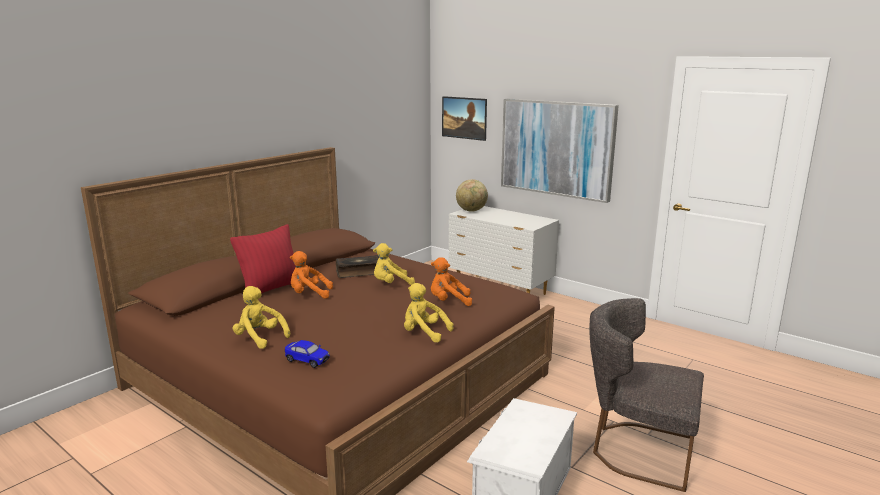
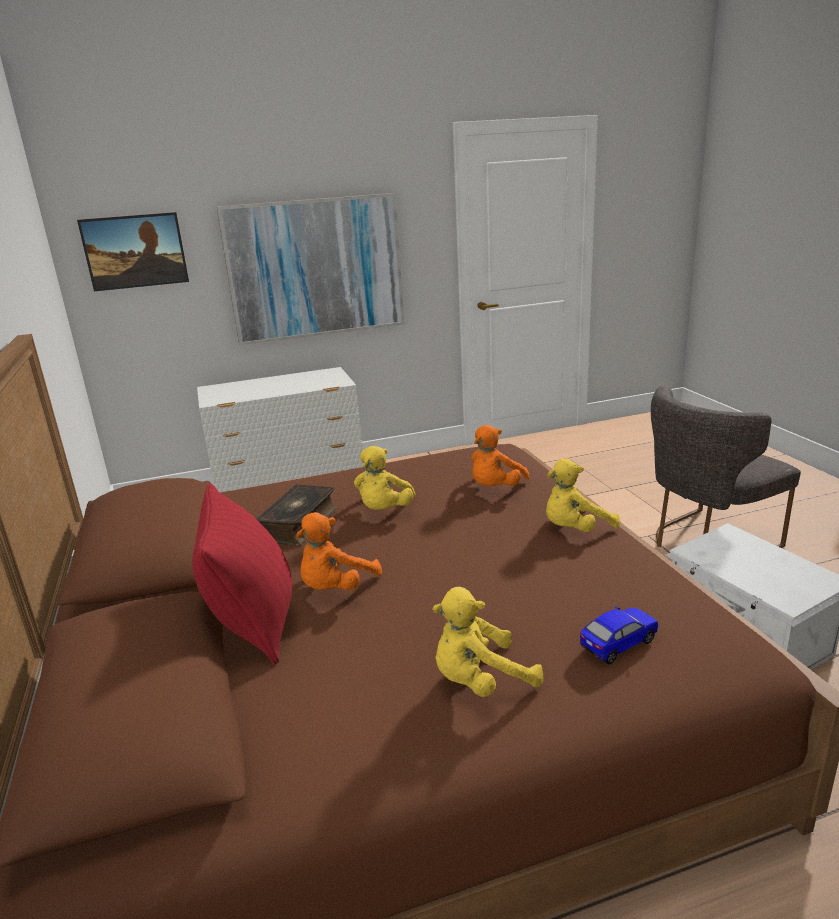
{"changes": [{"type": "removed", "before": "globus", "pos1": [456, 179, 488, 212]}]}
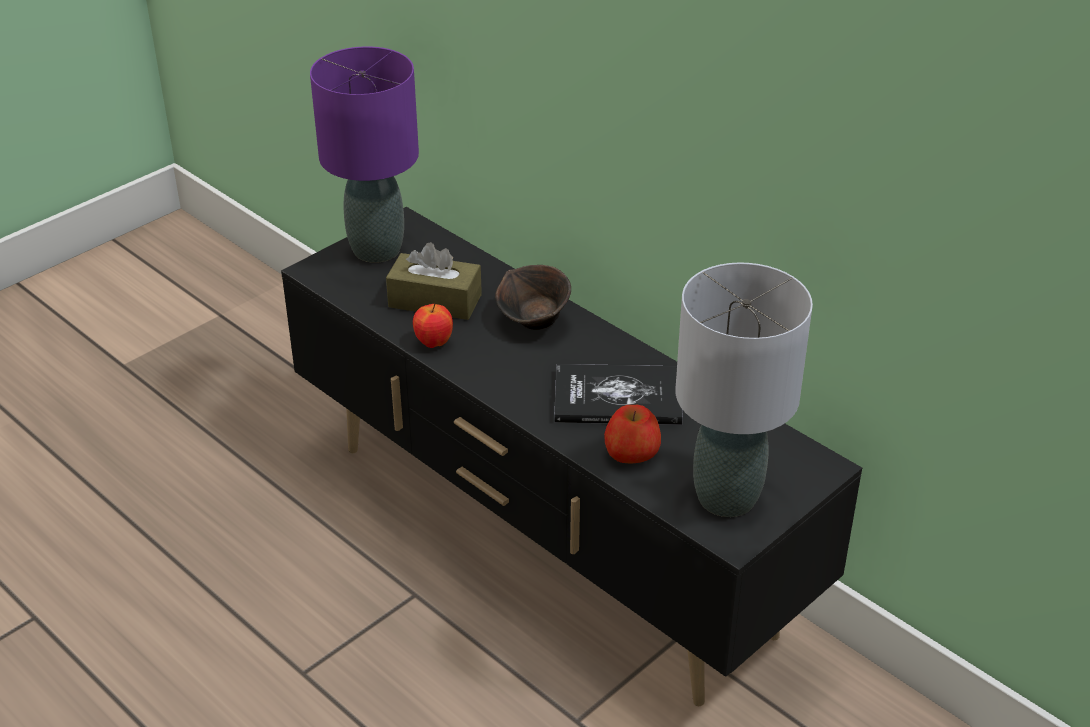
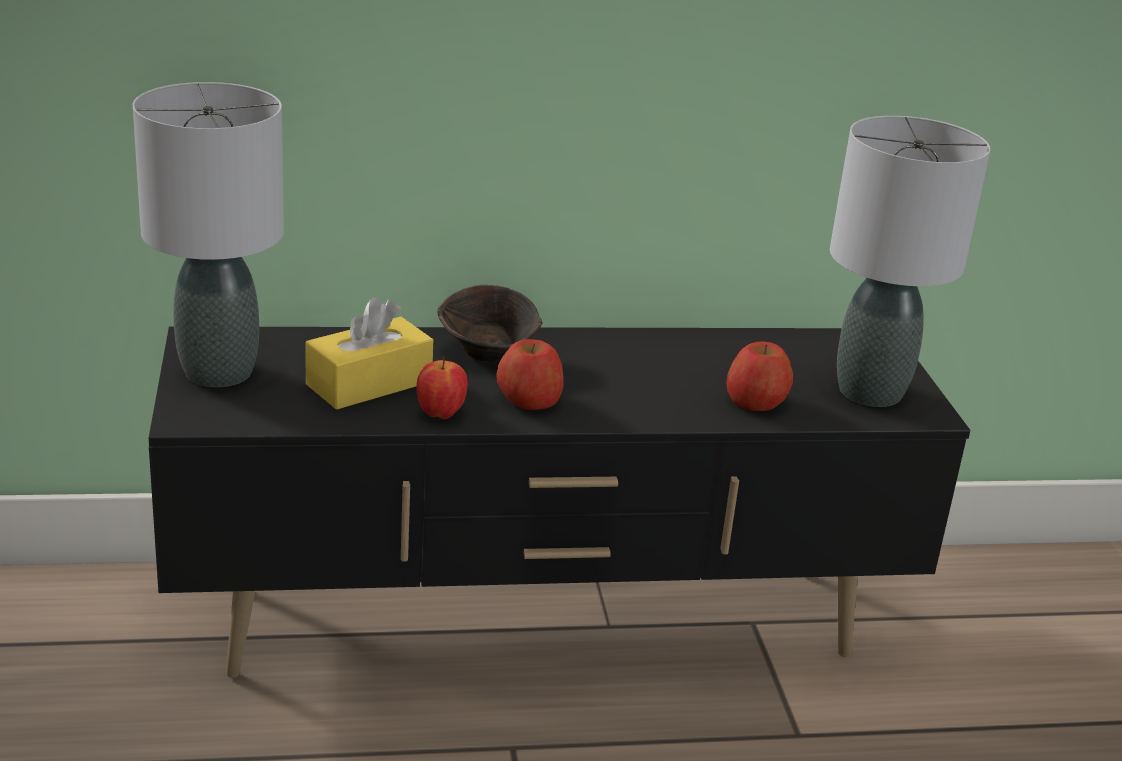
{"changes": [{"type": "removed", "before": "książka", "pos1": [554, 364, 683, 425]}, {"type": "added", "after": "jabłko", "pos2": [496, 339, 564, 410]}, {"type": "recoloured", "before": "lampa stołowa/fioletowy", "after": "lampa stołowa/szary", "pos1": [310, 46, 419, 263], "pos2": [133, 82, 284, 387]}, {"type": "recoloured", "before": "pudełko chusteczek/brązowy", "after": "pudełko chusteczek/żółty", "pos1": [386, 242, 482, 320], "pos2": [305, 298, 434, 410]}]}
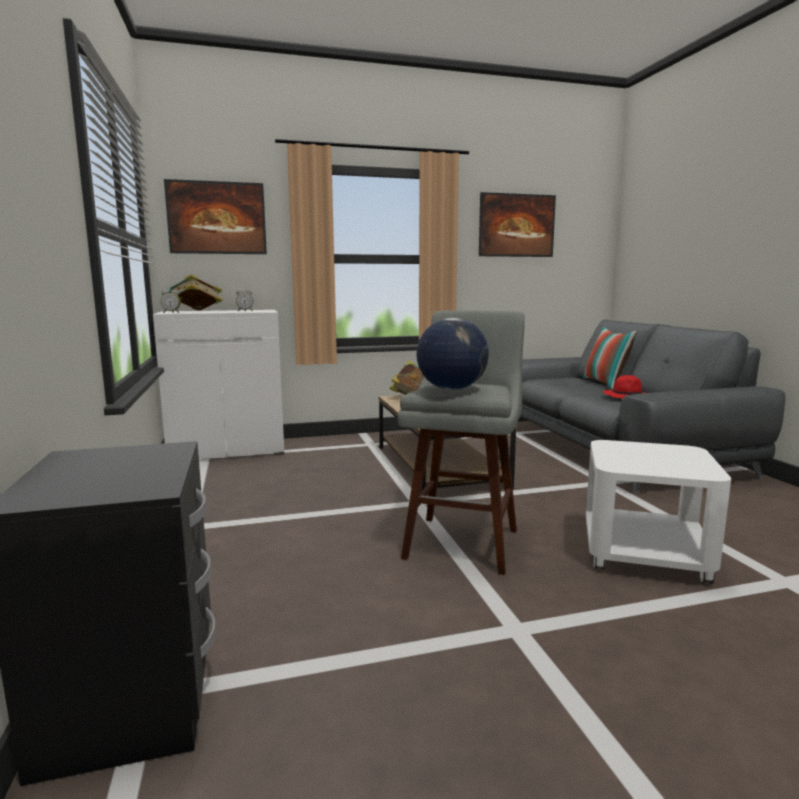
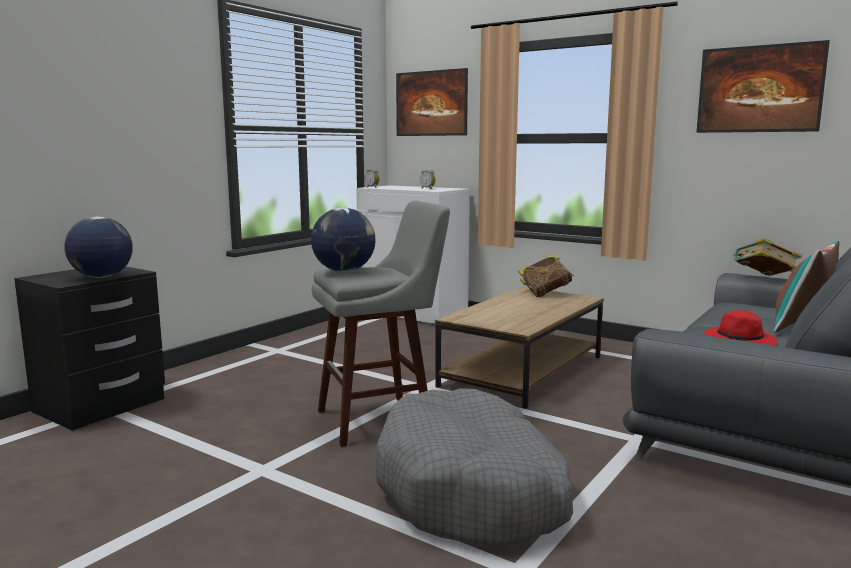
{"changes": [{"type": "added", "after": "globus", "pos2": [64, 216, 133, 278]}, {"type": "moved", "before": "książka", "pos1": [169, 274, 223, 311], "pos2": [734, 238, 802, 276]}, {"type": "replaced", "before": "stolik/biały", "after": "legowisko/szary", "pos1": [586, 440, 731, 584], "pos2": [375, 388, 573, 547]}]}
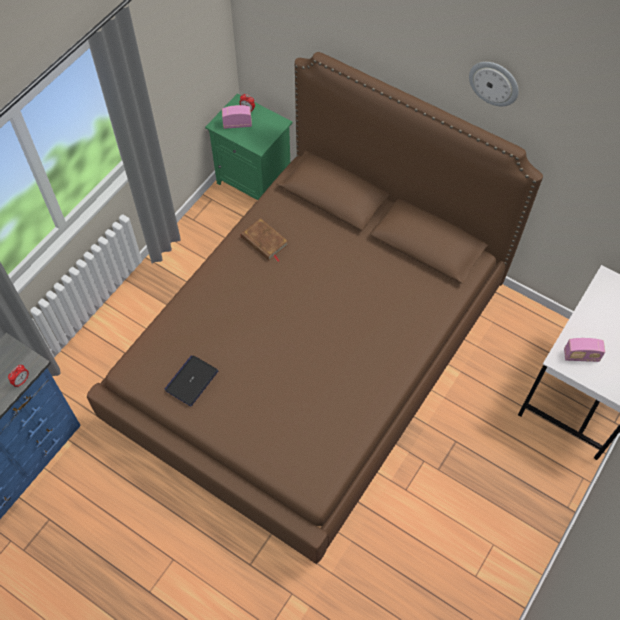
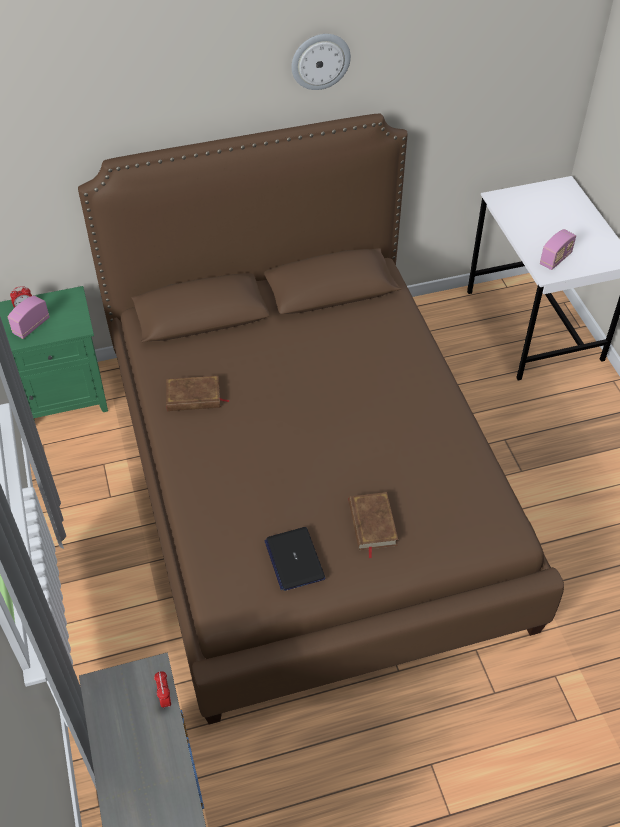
{"changes": [{"type": "added", "after": "książka/brązowy", "pos2": [349, 492, 398, 559]}]}
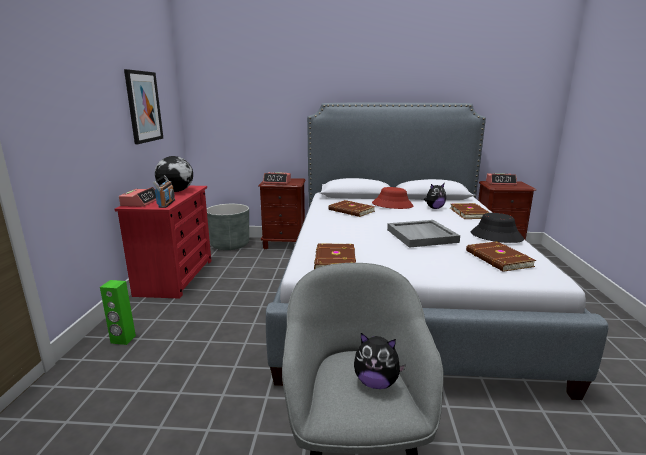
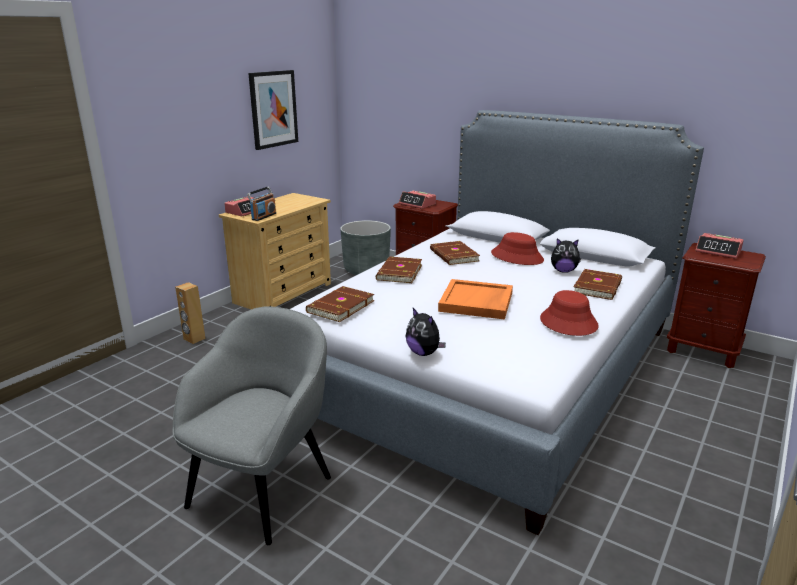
{"changes": [{"type": "removed", "before": "globus", "pos1": [155, 156, 193, 192]}, {"type": "moved", "before": "pluszak", "pos1": [354, 333, 406, 389], "pos2": [406, 308, 446, 356]}, {"type": "moved", "before": "książka/brązowy", "pos1": [466, 241, 536, 272], "pos2": [376, 257, 422, 283]}, {"type": "recoloured", "before": "głośnik/zielony", "after": "głośnik/brązowy", "pos1": [100, 280, 136, 345], "pos2": [175, 282, 206, 344]}, {"type": "recoloured", "before": "komoda/czerwony", "after": "komoda/beżowy", "pos1": [115, 186, 211, 299], "pos2": [219, 193, 331, 309]}, {"type": "recoloured", "before": "taca/szary", "after": "taca/pomarańczowy", "pos1": [387, 220, 460, 248], "pos2": [438, 279, 513, 320]}, {"type": "recoloured", "before": "kapelusz/czarny", "after": "kapelusz/czerwony", "pos1": [471, 213, 524, 243], "pos2": [540, 290, 599, 336]}]}
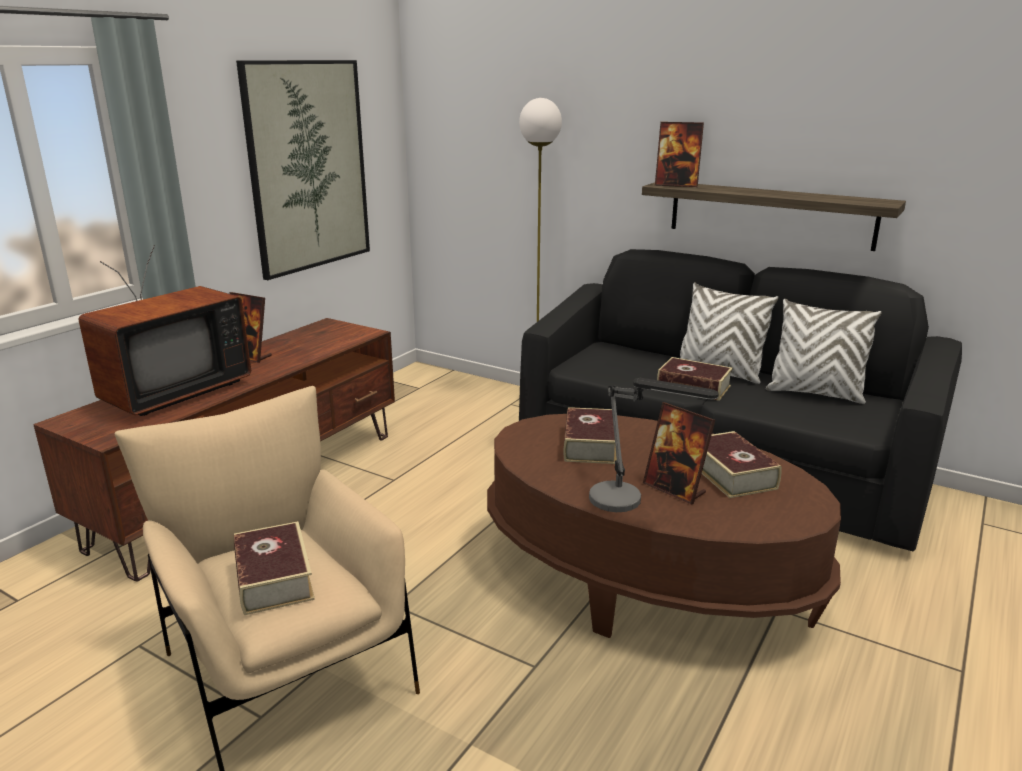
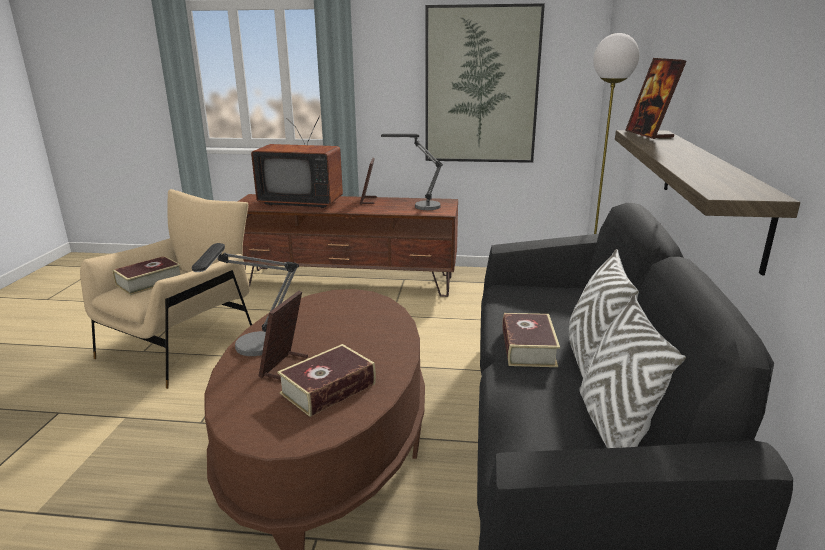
{"changes": [{"type": "removed", "before": "książka", "pos1": [563, 407, 617, 464]}, {"type": "added", "after": "lampa stołowa", "pos2": [381, 134, 443, 210]}]}
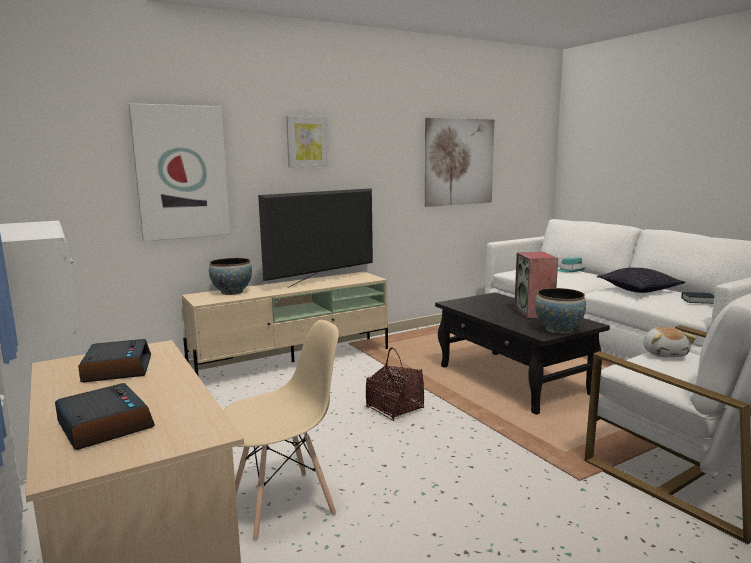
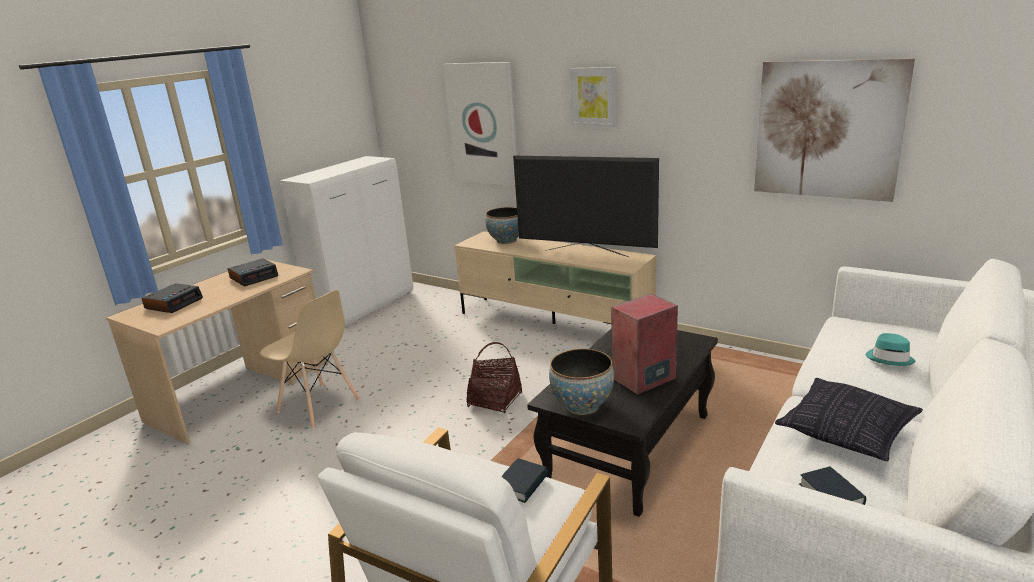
{"changes": [{"type": "replaced", "before": "pluszak", "after": "książka", "pos1": [643, 327, 697, 358], "pos2": [501, 458, 548, 503]}]}
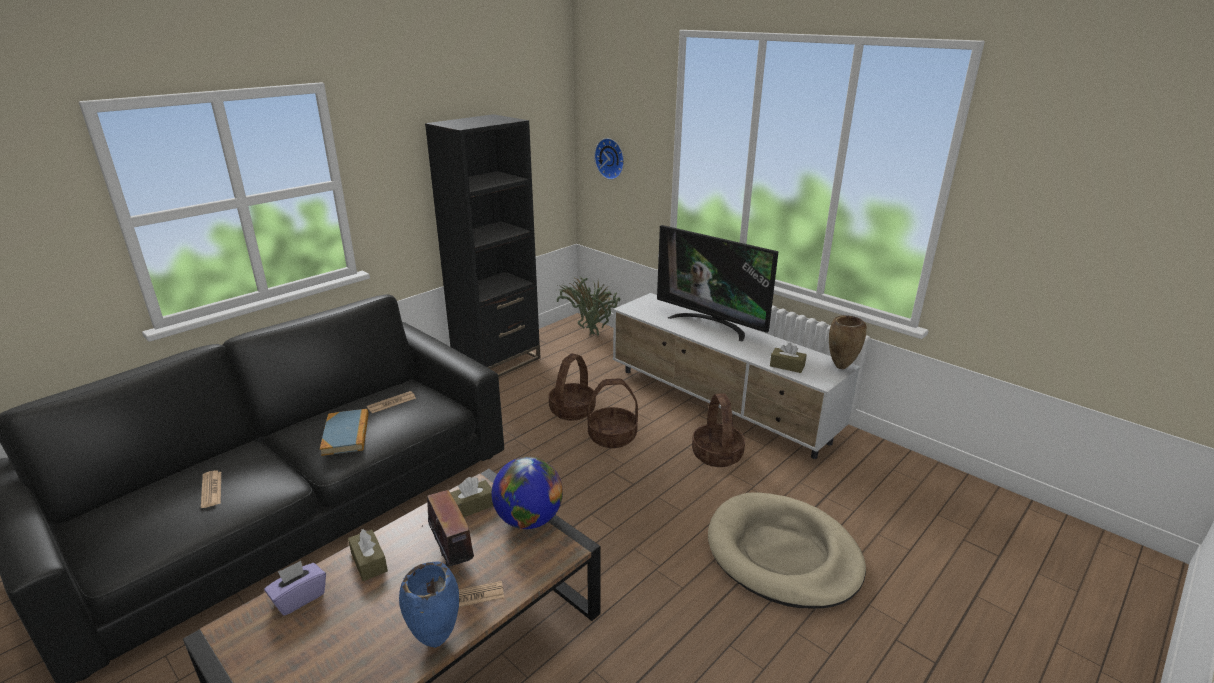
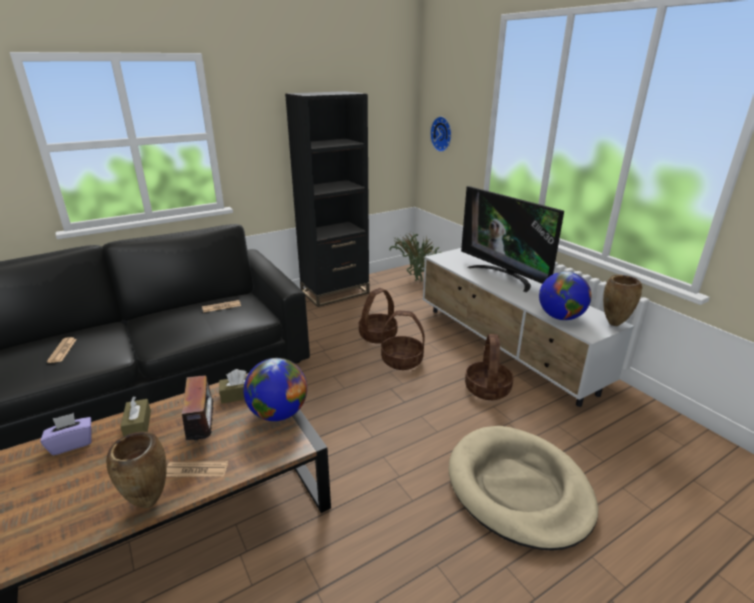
{"changes": [{"type": "removed", "before": "książka", "pos1": [320, 409, 369, 456]}, {"type": "replaced", "before": "pudełko chusteczek/brązowy", "after": "globus", "pos1": [770, 343, 807, 373], "pos2": [539, 271, 591, 320]}, {"type": "recoloured", "before": "wazon/niebieski", "after": "wazon/brązowy", "pos1": [399, 561, 459, 648], "pos2": [106, 432, 167, 508]}]}
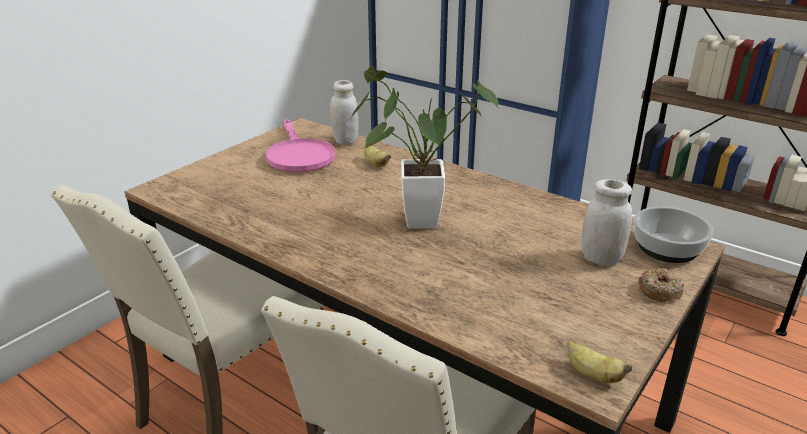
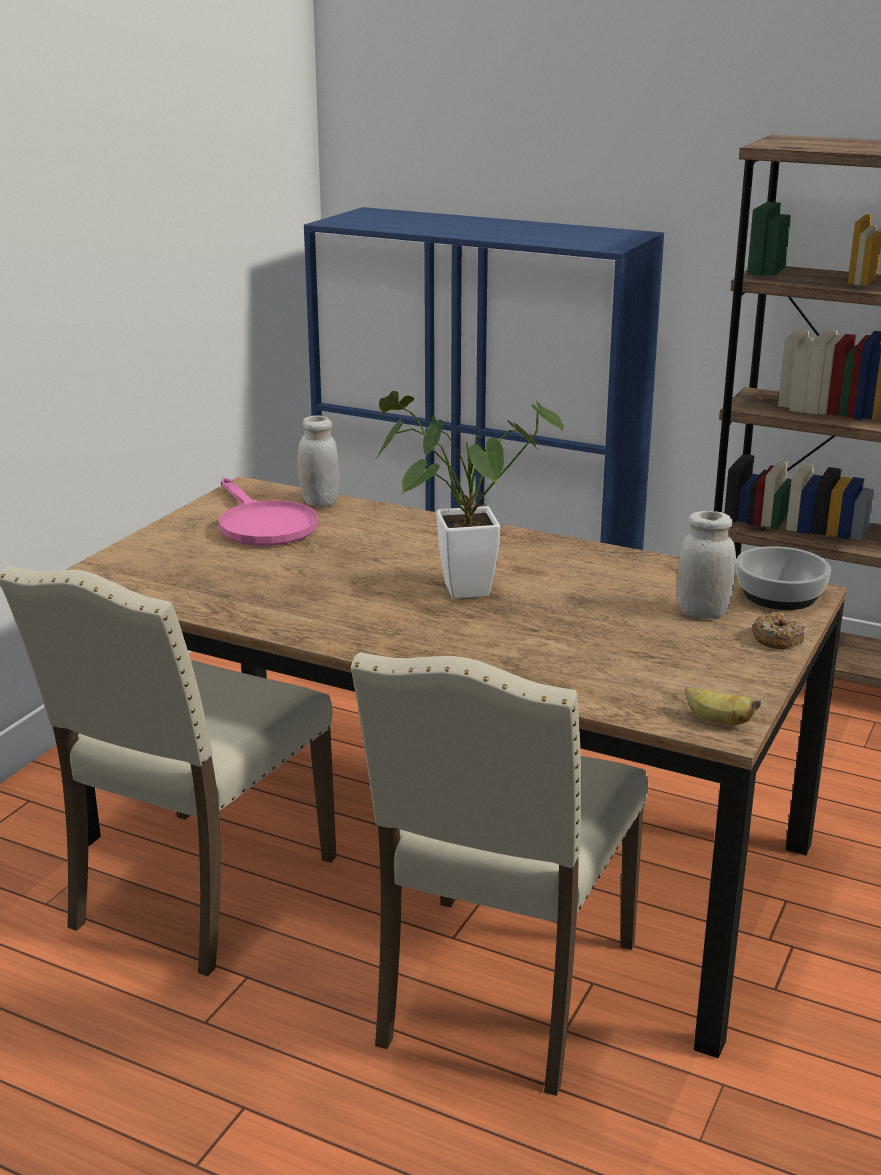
{"changes": [{"type": "removed", "before": "banan", "pos1": [364, 146, 391, 167]}]}
